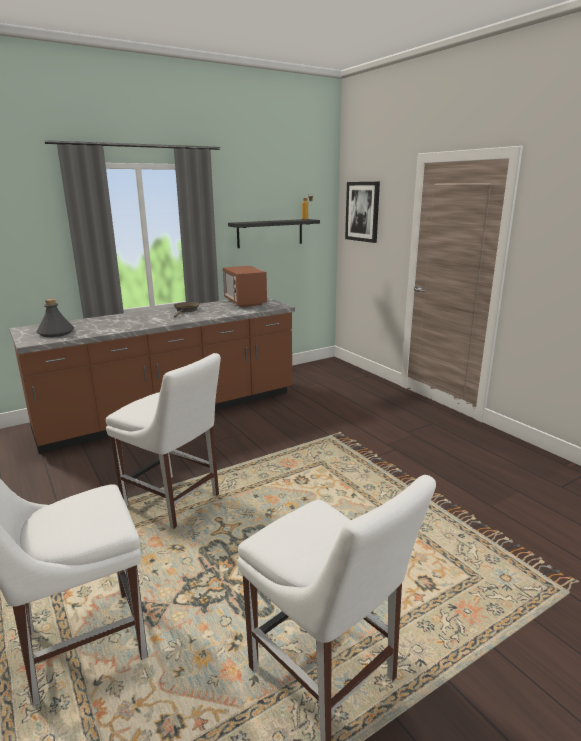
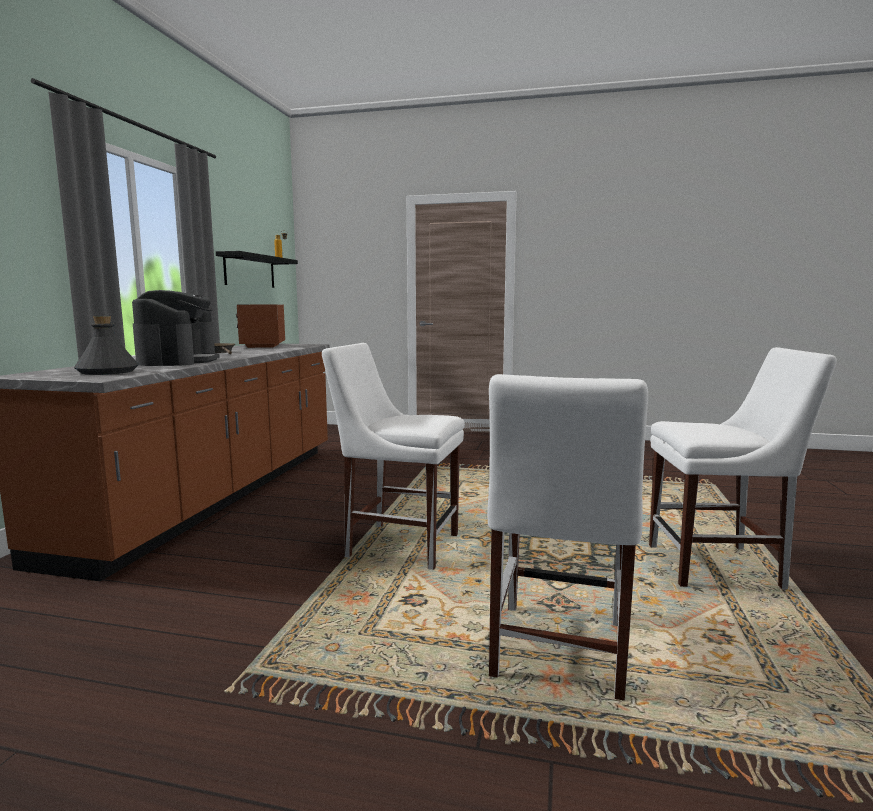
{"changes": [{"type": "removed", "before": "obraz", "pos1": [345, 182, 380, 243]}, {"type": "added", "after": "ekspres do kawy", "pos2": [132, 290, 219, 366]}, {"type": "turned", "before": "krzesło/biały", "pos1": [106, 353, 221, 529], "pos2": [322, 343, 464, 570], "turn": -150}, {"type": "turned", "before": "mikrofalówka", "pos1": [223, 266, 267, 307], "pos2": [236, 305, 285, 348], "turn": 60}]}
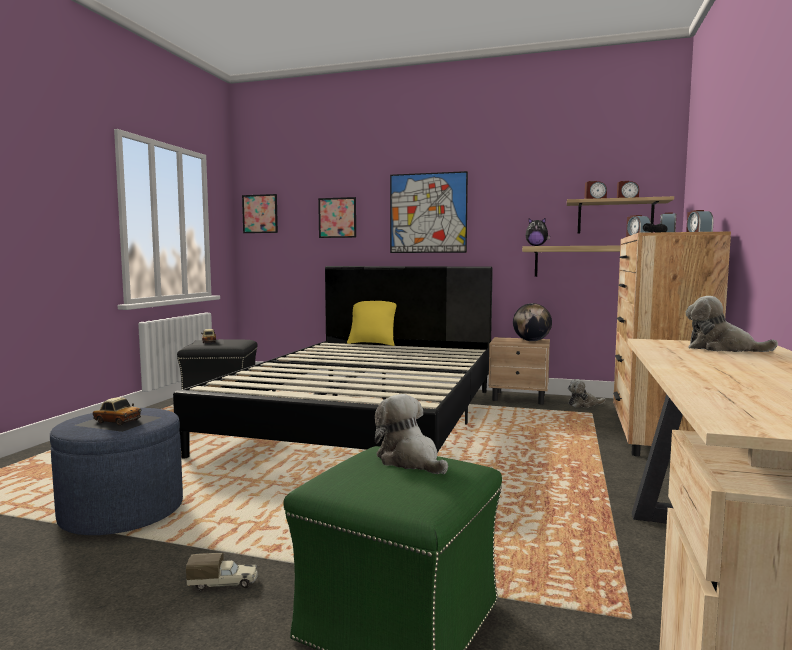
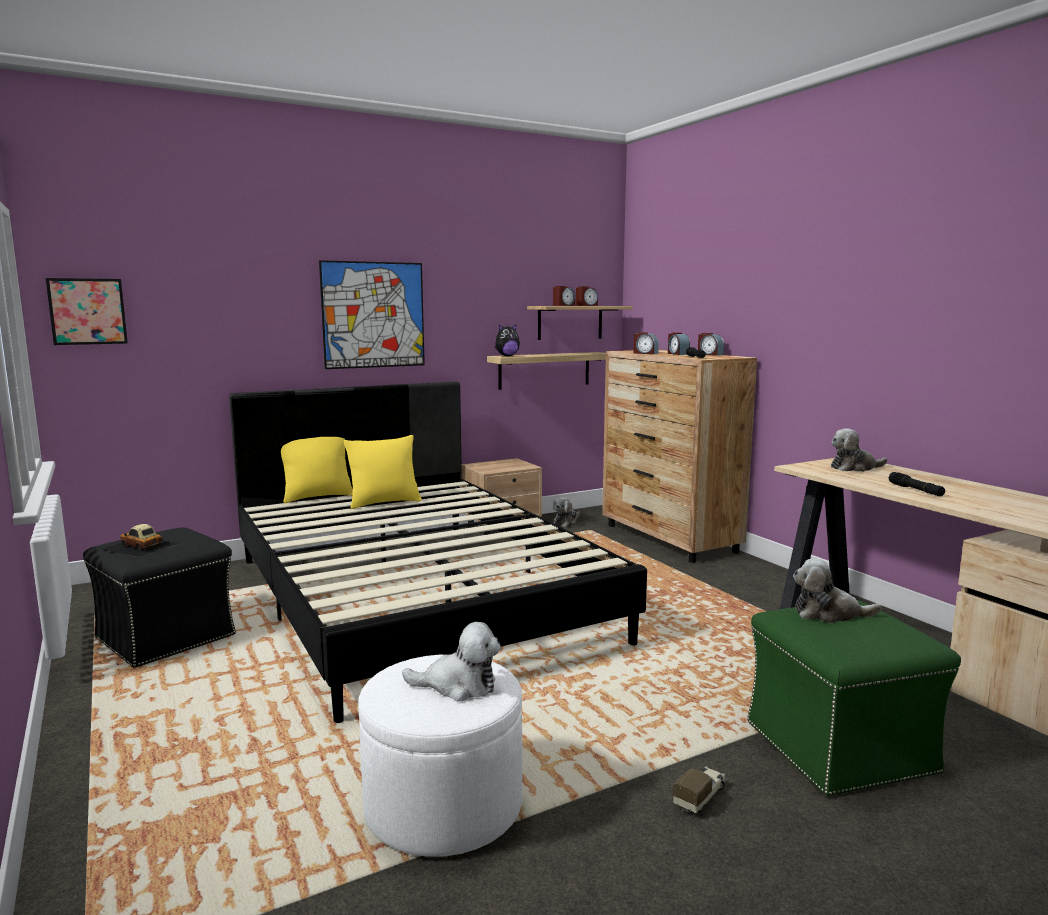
{"changes": [{"type": "removed", "before": "obraz", "pos1": [318, 197, 356, 238]}, {"type": "removed", "before": "globus", "pos1": [513, 303, 552, 341]}, {"type": "added", "after": "poduszka/żółty", "pos2": [344, 435, 422, 509]}, {"type": "added", "after": "latarka/czarny", "pos2": [889, 472, 945, 496]}, {"type": "replaced", "before": "samochodzik", "after": "pluszak", "pos1": [74, 397, 162, 432], "pos2": [402, 622, 501, 701]}, {"type": "recoloured", "before": "pufa/niebieski", "after": "pufa/biały", "pos1": [50, 408, 183, 535], "pos2": [358, 654, 522, 857]}]}
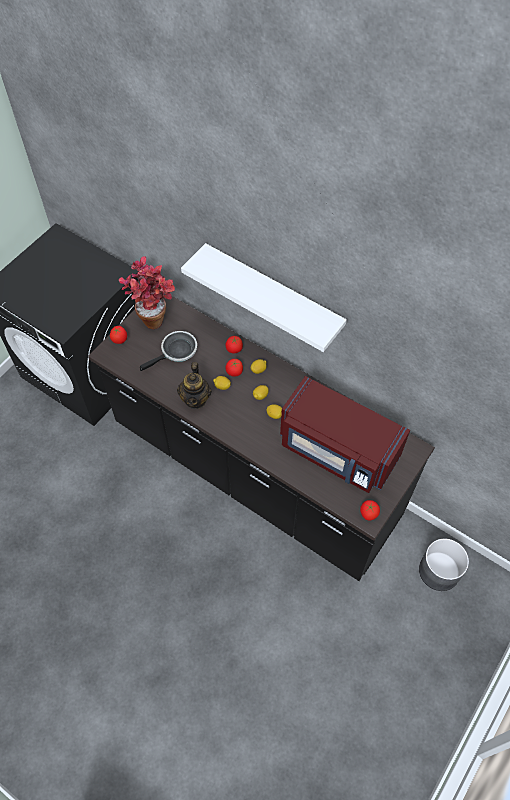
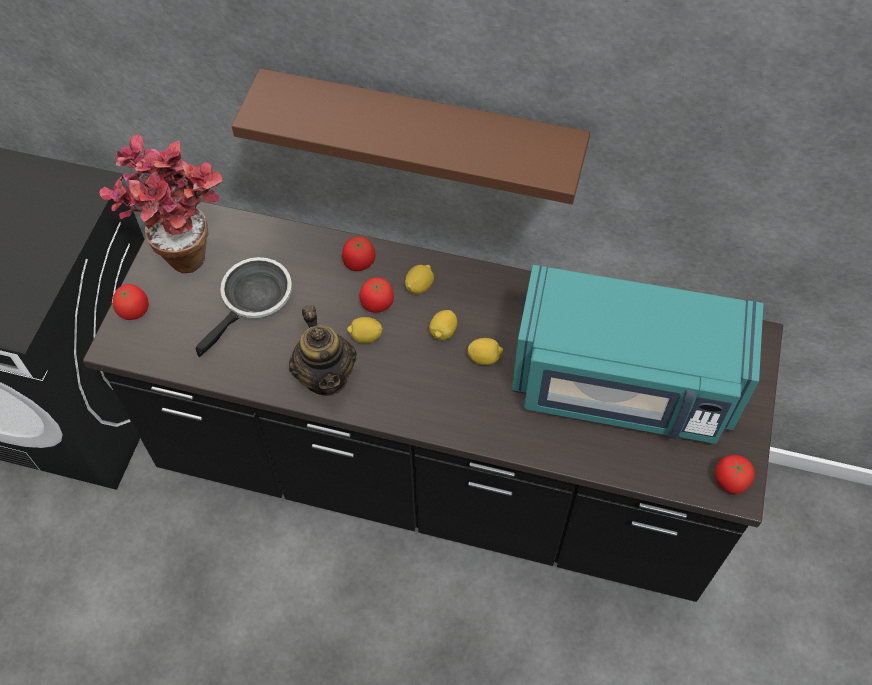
{"changes": [{"type": "removed", "before": "donica/szary", "pos1": [419, 538, 469, 591]}, {"type": "recoloured", "before": "półka/biały", "after": "półka/brązowy", "pos1": [181, 243, 347, 352], "pos2": [232, 68, 590, 204]}, {"type": "recoloured", "before": "mikrofalówka/czerwony", "after": "mikrofalówka/turkusowy", "pos1": [280, 376, 410, 493], "pos2": [512, 265, 764, 444]}]}
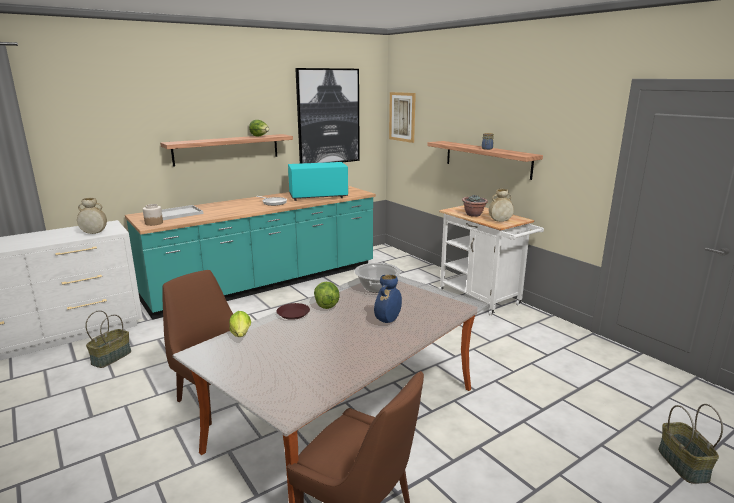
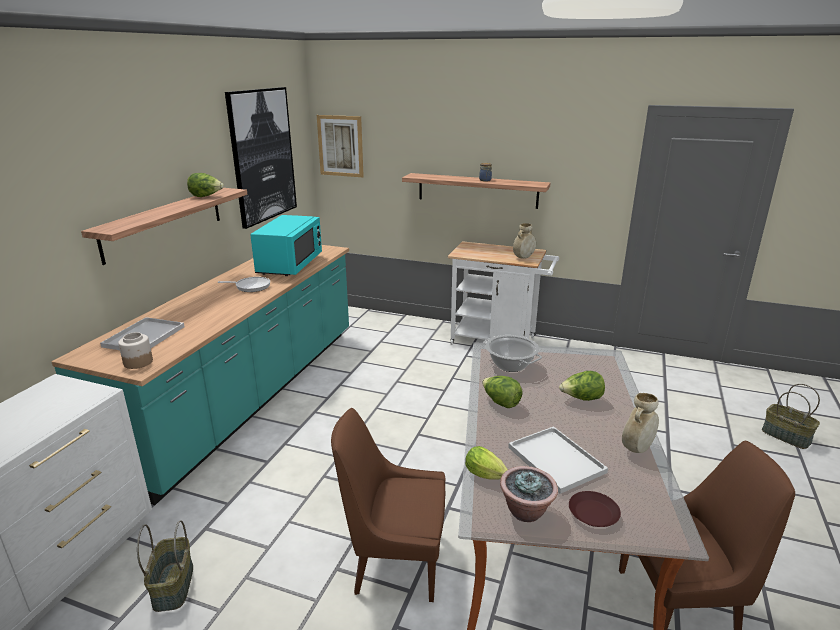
{"changes": [{"type": "added", "after": "taca/biały", "pos2": [508, 426, 608, 494]}, {"type": "moved", "before": "wazon/beżowy", "pos1": [77, 198, 107, 234], "pos2": [622, 393, 659, 453]}, {"type": "moved", "before": "talerz/brązowy", "pos1": [277, 303, 310, 320], "pos2": [569, 491, 621, 527]}, {"type": "moved", "before": "roślina doniczkowa", "pos1": [462, 195, 488, 217], "pos2": [500, 466, 558, 522]}, {"type": "replaced", "before": "wazon/niebieski", "after": "sałata", "pos1": [374, 275, 402, 323], "pos2": [559, 371, 605, 401]}, {"type": "turned", "before": "mikrofalówka/turkusowy", "pos1": [288, 162, 348, 201], "pos2": [250, 215, 322, 276], "turn": 150}]}
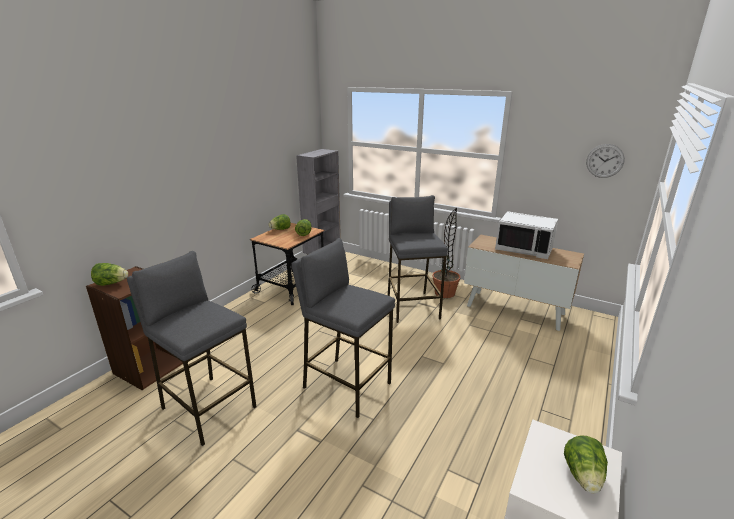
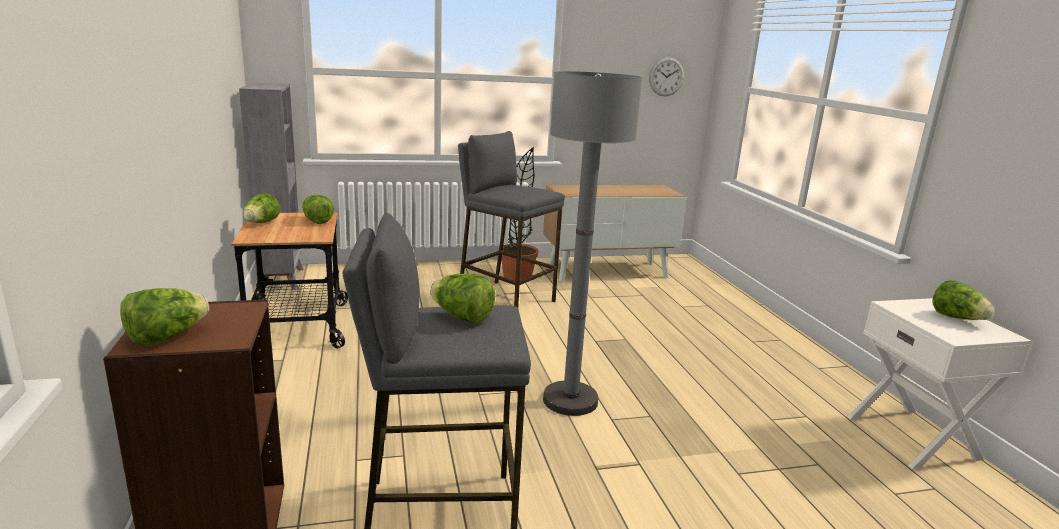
{"changes": [{"type": "removed", "before": "mikrofalówka/biały", "pos1": [495, 211, 558, 259]}, {"type": "added", "after": "sałata", "pos2": [430, 274, 495, 324]}, {"type": "replaced", "before": "stołek/szary", "after": "lampa stojąca/szary", "pos1": [292, 238, 395, 418], "pos2": [543, 71, 642, 416]}]}
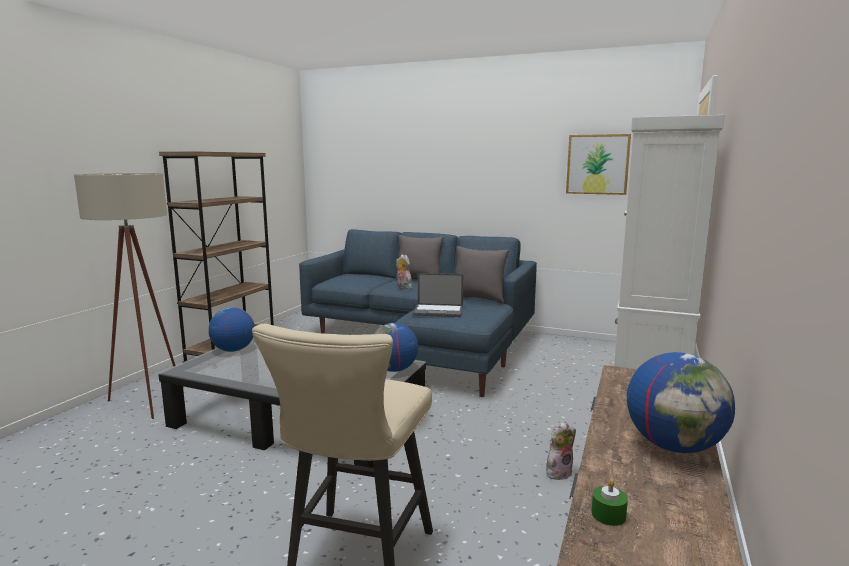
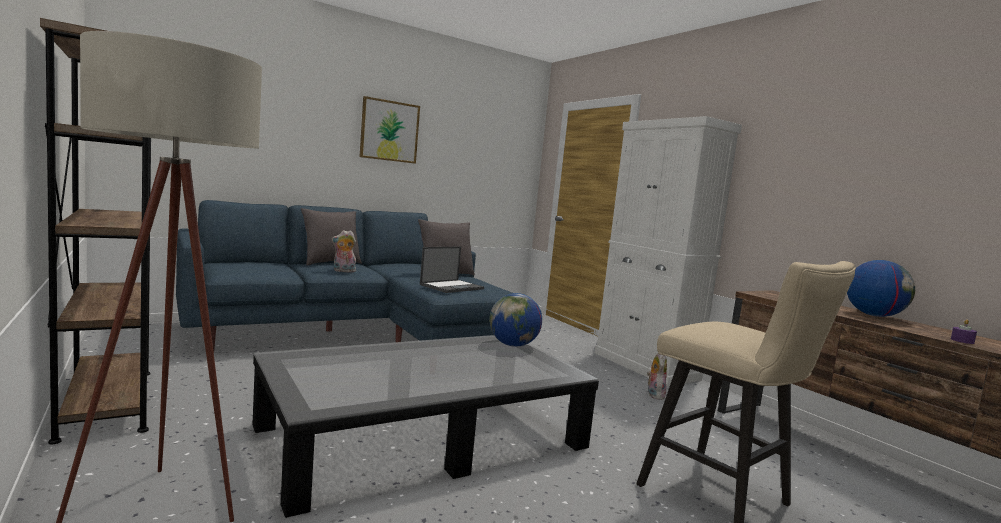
{"changes": [{"type": "removed", "before": "globus", "pos1": [208, 307, 255, 352]}, {"type": "moved", "before": "obraz", "pos1": [566, 134, 631, 195], "pos2": [360, 96, 420, 164]}, {"type": "recoloured", "before": "świeca/zielony", "after": "świeca/fioletowy", "pos1": [591, 479, 628, 526], "pos2": [951, 320, 977, 344]}]}
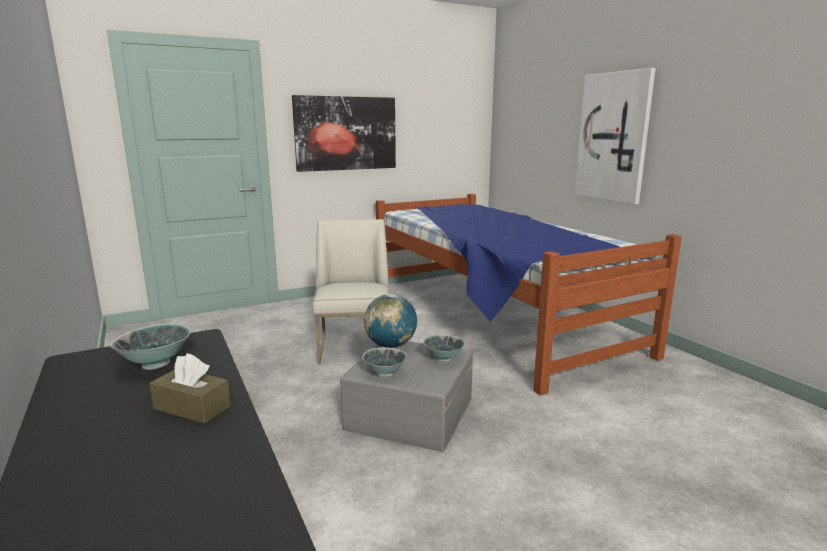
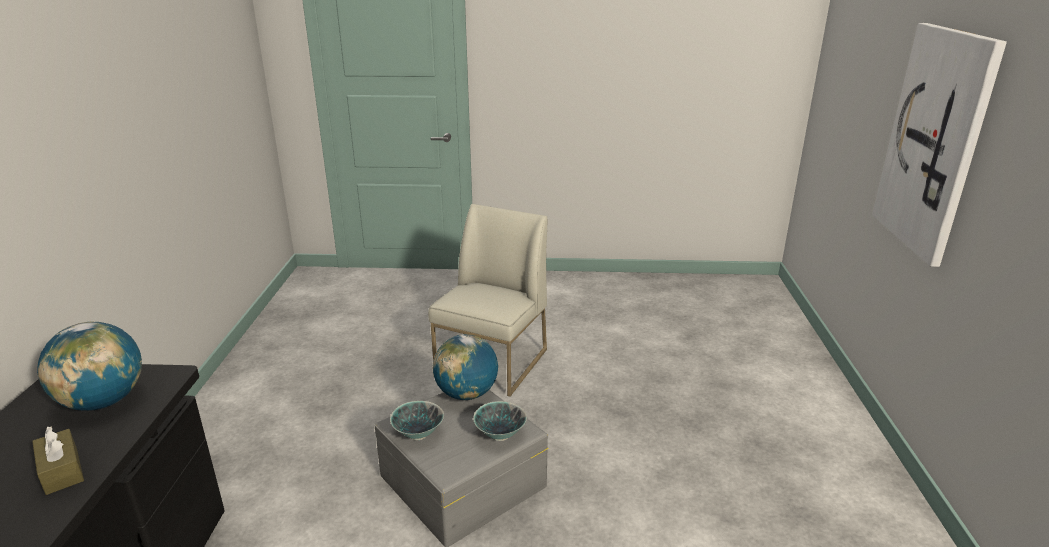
{"changes": [{"type": "removed", "before": "obraz", "pos1": [292, 95, 396, 172]}, {"type": "removed", "before": "łóżko", "pos1": [376, 194, 682, 396]}, {"type": "replaced", "before": "miska", "after": "globus", "pos1": [110, 324, 191, 370], "pos2": [37, 321, 142, 411]}]}
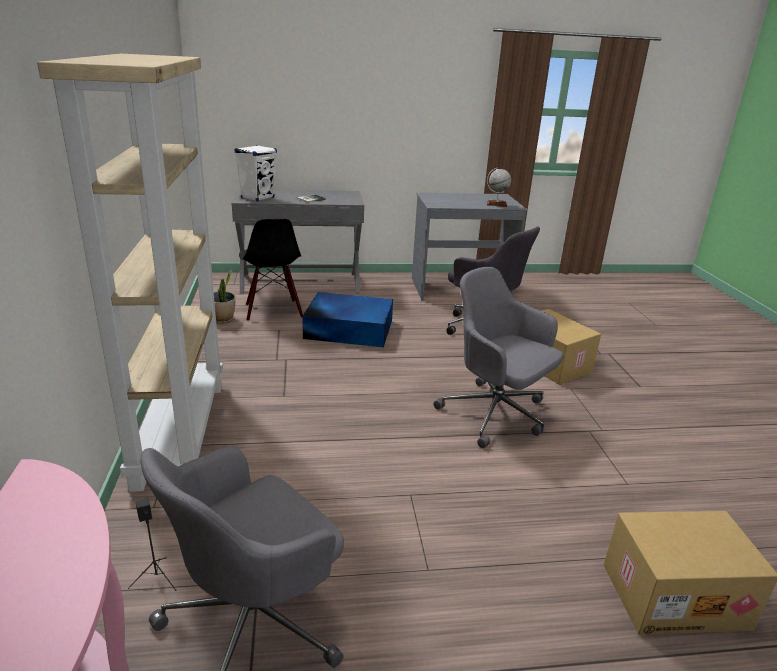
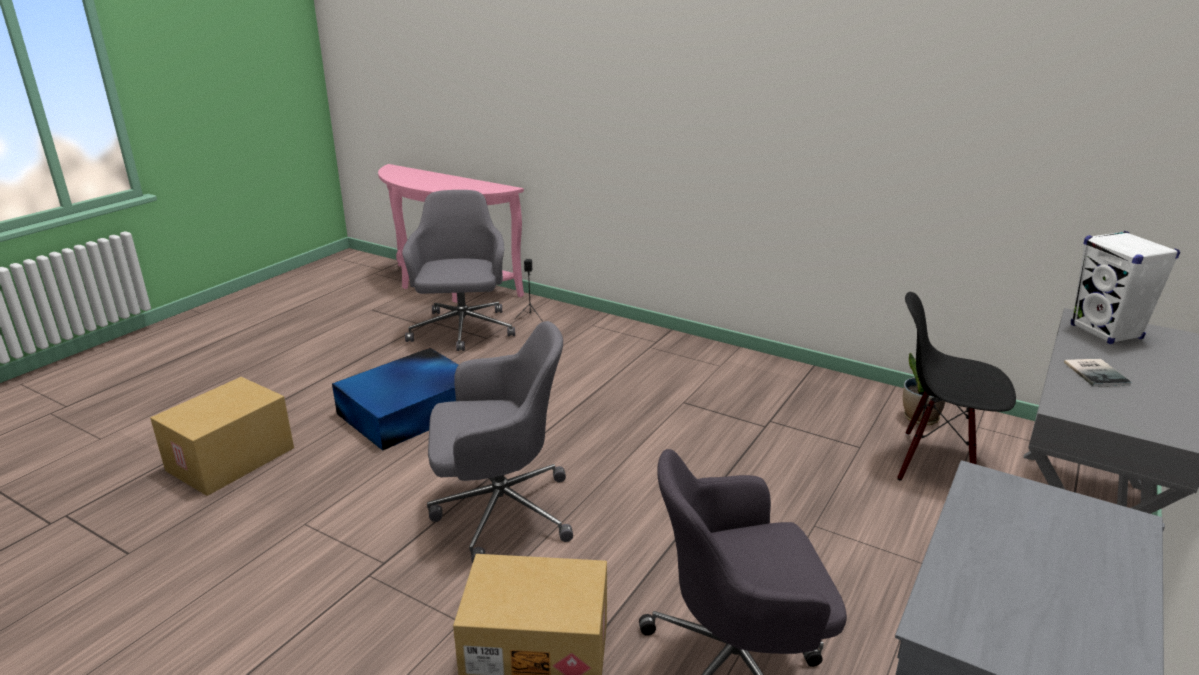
{"changes": [{"type": "removed", "before": "regał/beżowy", "pos1": [37, 54, 223, 492]}, {"type": "removed", "before": "globus", "pos1": [487, 168, 511, 207]}, {"type": "moved", "before": "pojemnik do przechowywania/niebieski", "pos1": [302, 292, 393, 347], "pos2": [332, 348, 459, 450]}]}
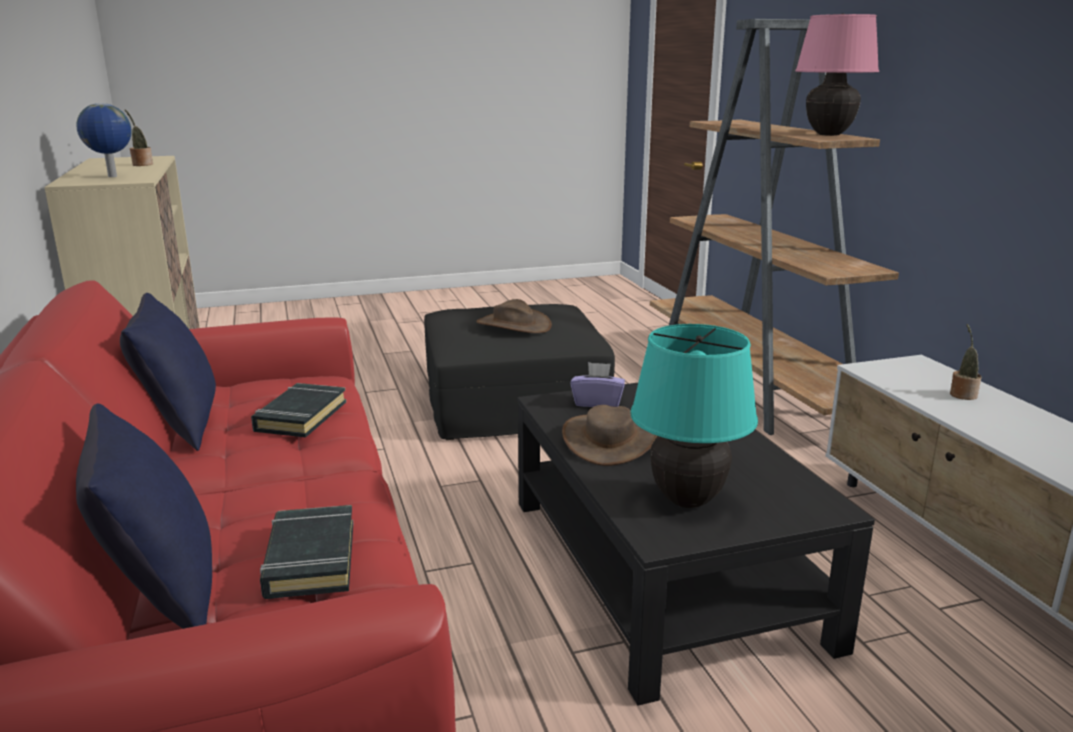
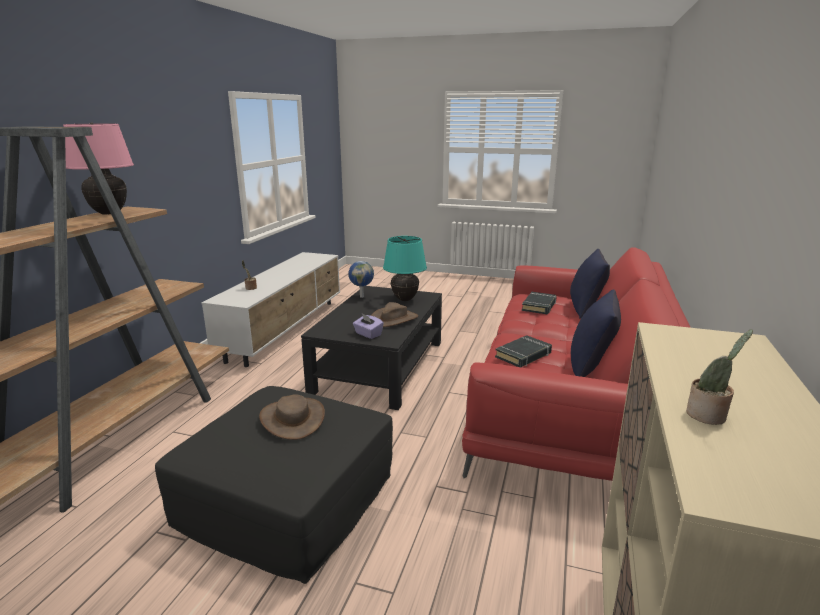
{"changes": [{"type": "moved", "before": "globus", "pos1": [76, 103, 132, 177], "pos2": [348, 261, 374, 298]}]}
